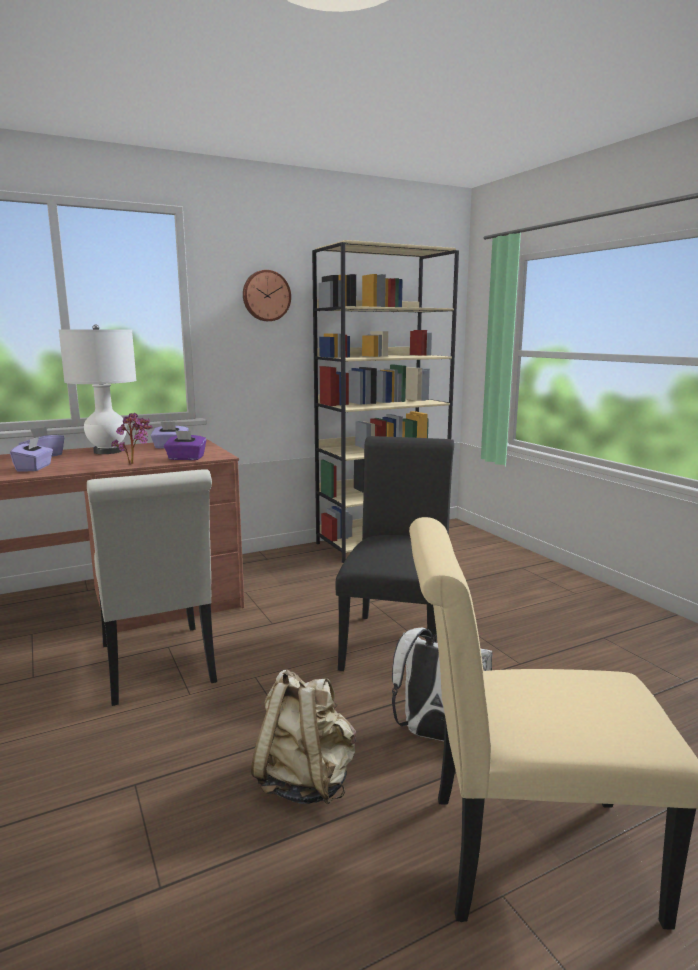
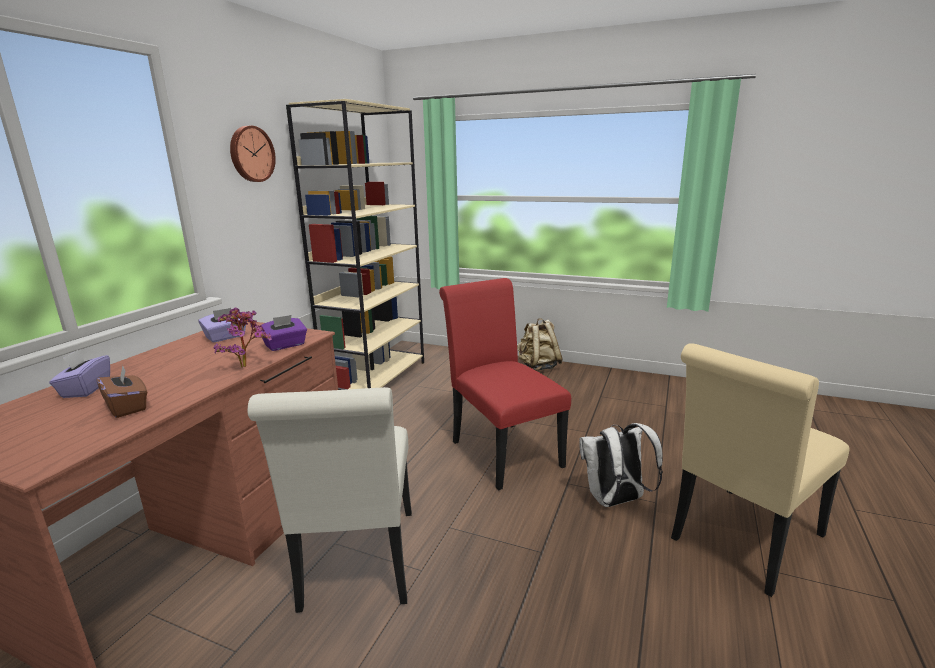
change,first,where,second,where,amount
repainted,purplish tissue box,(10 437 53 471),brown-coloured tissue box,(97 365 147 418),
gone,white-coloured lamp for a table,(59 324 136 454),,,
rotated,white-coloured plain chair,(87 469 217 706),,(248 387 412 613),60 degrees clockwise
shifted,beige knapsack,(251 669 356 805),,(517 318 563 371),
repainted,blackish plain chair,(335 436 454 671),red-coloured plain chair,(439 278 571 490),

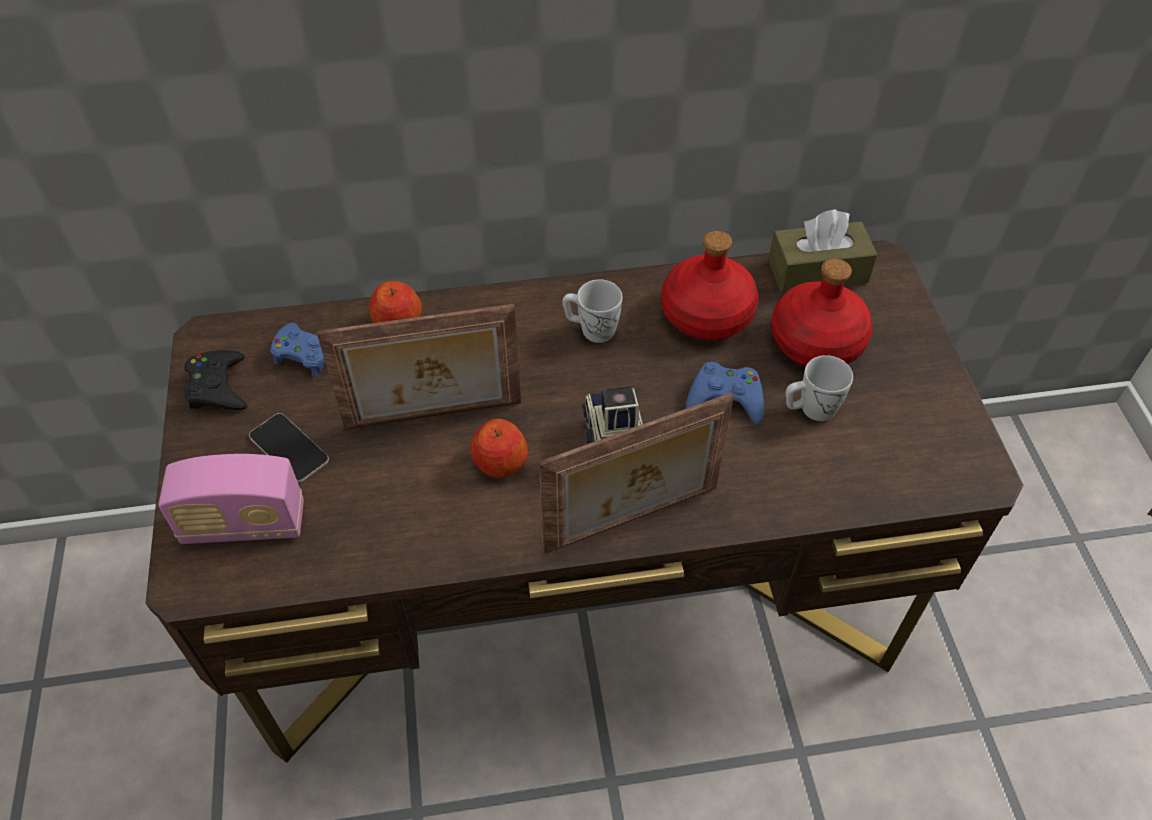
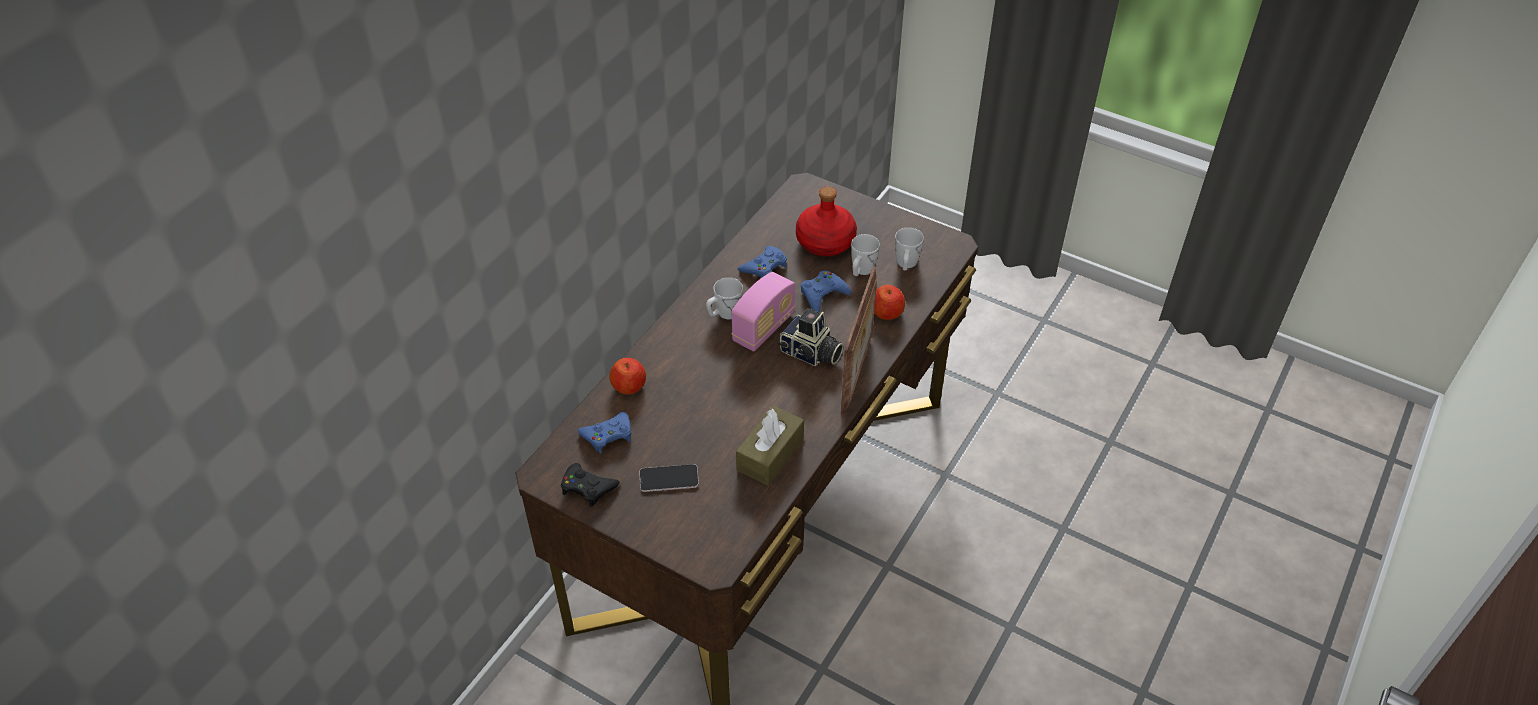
change,first,where,second,where,amount
shifted,radio,(158 454 304 544),,(732 272 795 352),
gone,photo frame,(317 304 521 430),,,
shifted,whole apple,(470 419 528 478),,(874 285 905 320),
swapped,red-coloured beverage bottle,(661 231 759 340),blue gamepad,(738 246 787 278),
shifted,brown-coloured tissue box,(768 209 878 293),,(736 405 804 486),
new,,,white-coloured mug,(895 227 924 271),

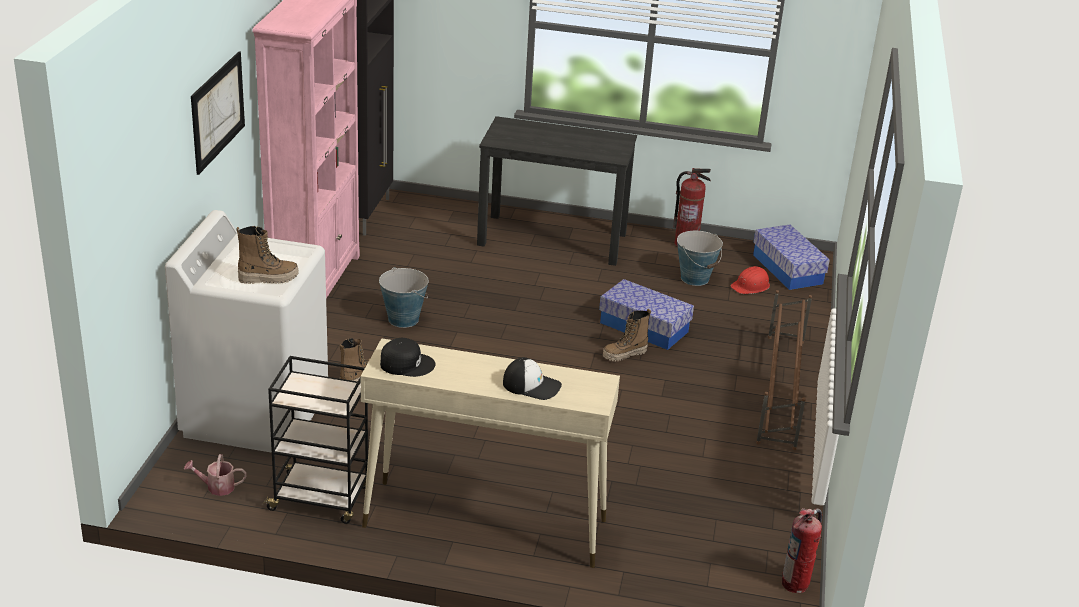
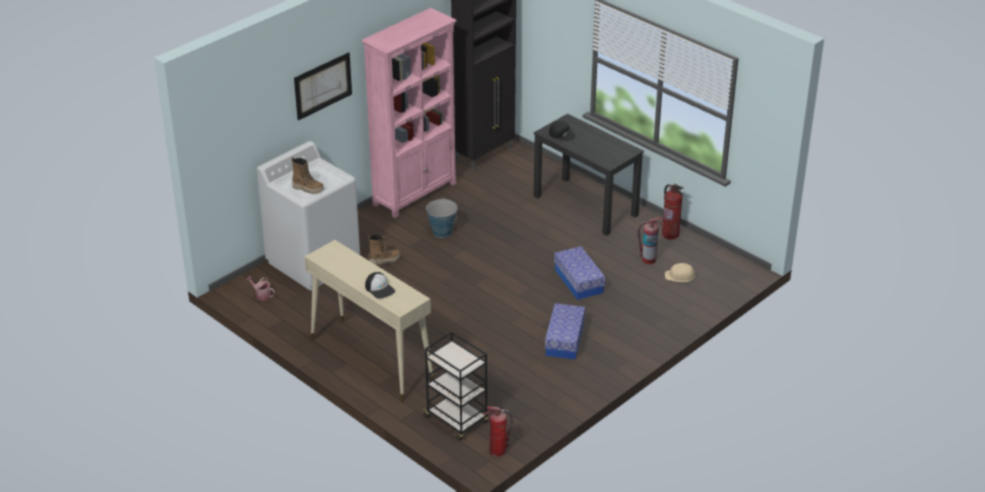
change,first,where,second,where,amount
shifted,blackish cart,(262 356 368 524),,(422 332 489 440),
shifted,blackish peaked cap,(380 338 436 377),,(549 121 575 141),
gone,boot,(603 309 651 361),,,
swapped,pail,(677 231 723 286),extinguisher,(638 217 664 264),
repainted,red-coloured safety helmet,(730 266 770 294),beige safety helmet,(665 263 697 282),
shifted,storage container,(753 224 830 290),,(545 303 585 359),
gone,brown-coloured shoe rack,(756 290 812 450),,,

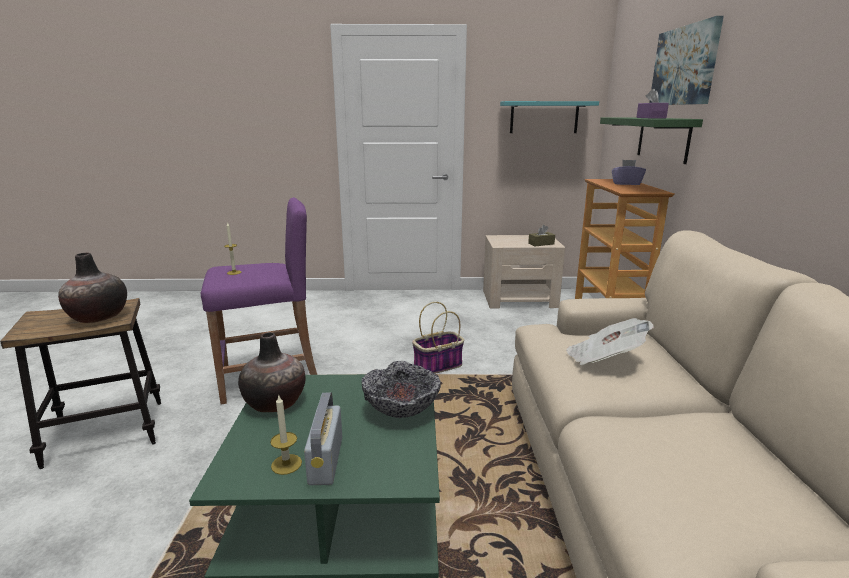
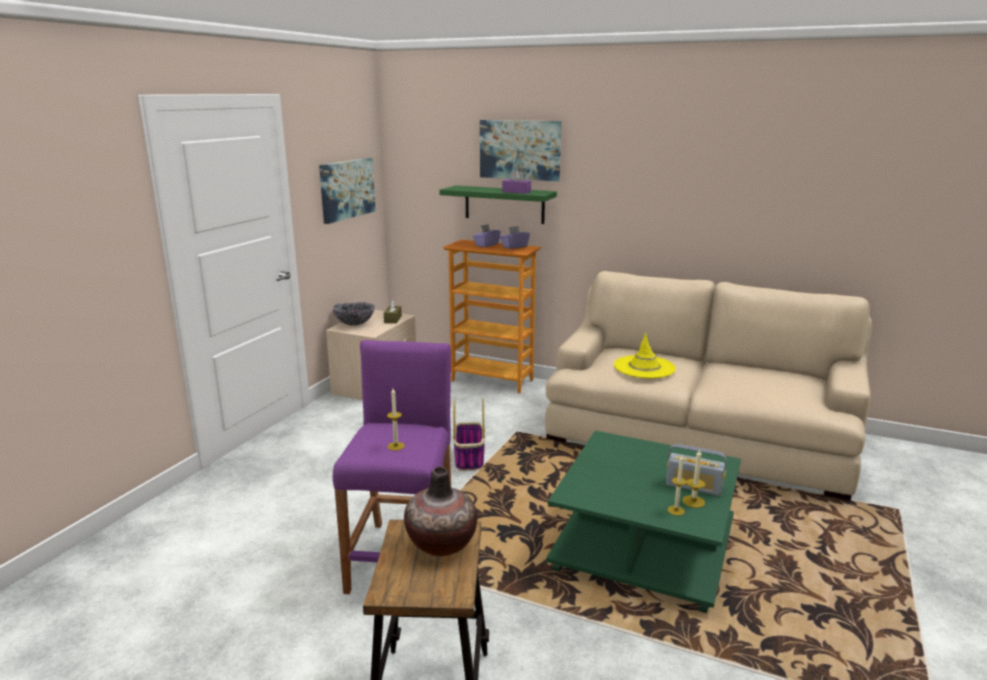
change,first,where,second,where,amount
gone,decorative vase,(238 332 305 412),,,
shifted,deep dish,(361 361 441 418),,(333 302 375 326),
swapped,turquoise bracket shelf,(500 101 599 133),wall picture,(319 158 376 224),
swapped,printed paper,(566 318 654 365),yellow hat,(614 333 676 378),
new,,,purplish tissue box,(500 226 530 249),
new,,,wax light,(667 455 687 516),

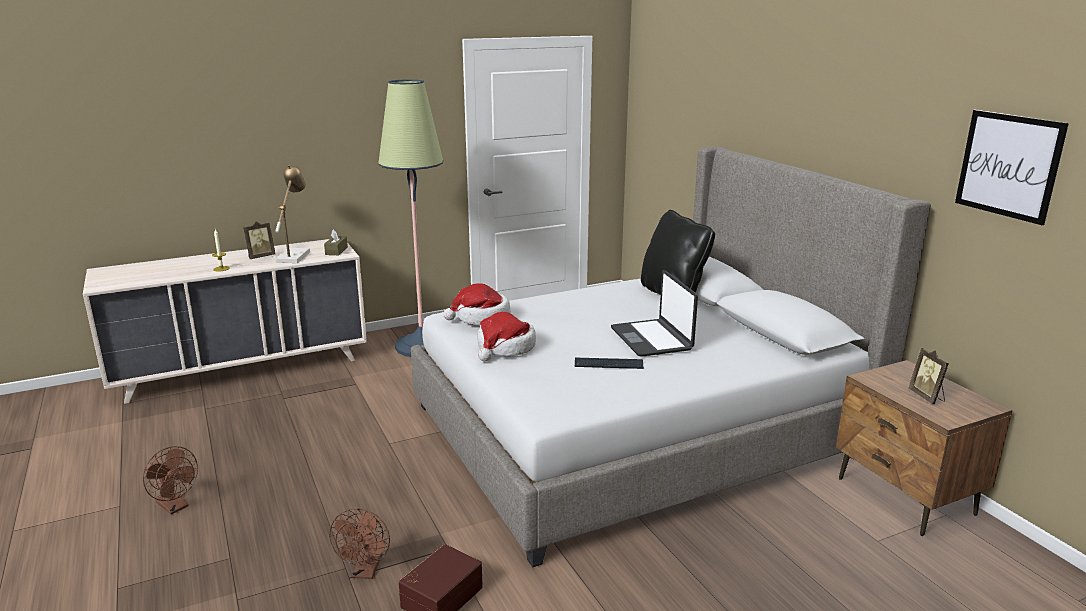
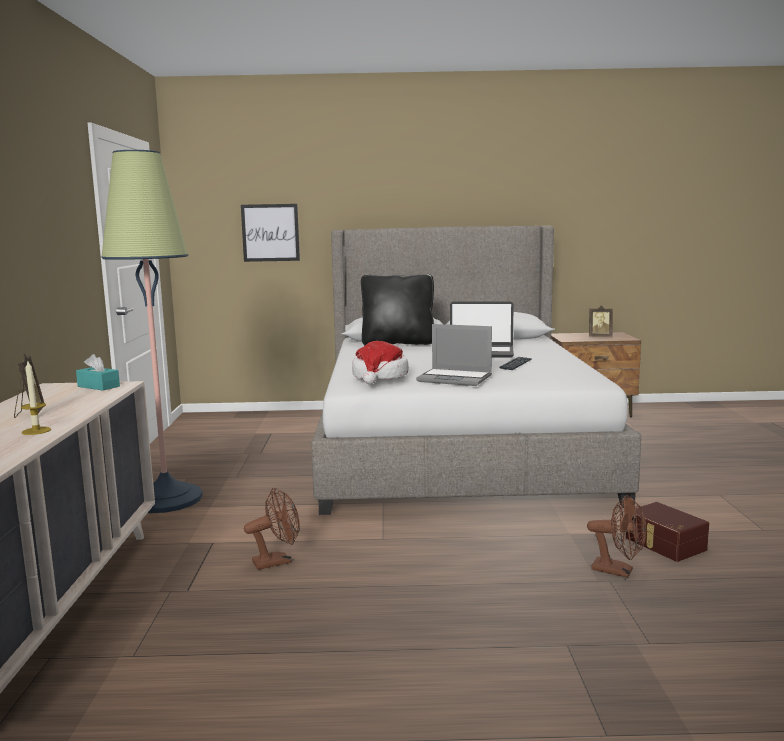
change,first,where,second,where,amount
shifted,brown-coloured fan,(143 446 198 514),,(244 488 300 570),
gone,lamp for a table,(275 165 310 263),,,
repainted,brown-coloured tissue box,(324 229 348 255),turquoise tissue box,(76 354 120 391),
swapped,hat,(477 312 536 361),portable computer,(416 324 492 386),
shifted,wall picture,(955 110 1069 225),,(241 204 300 262),

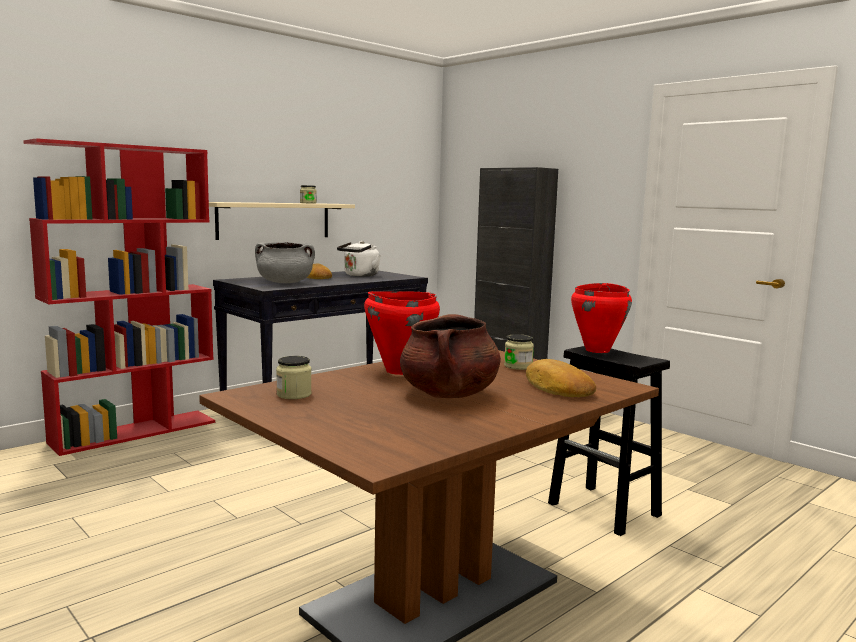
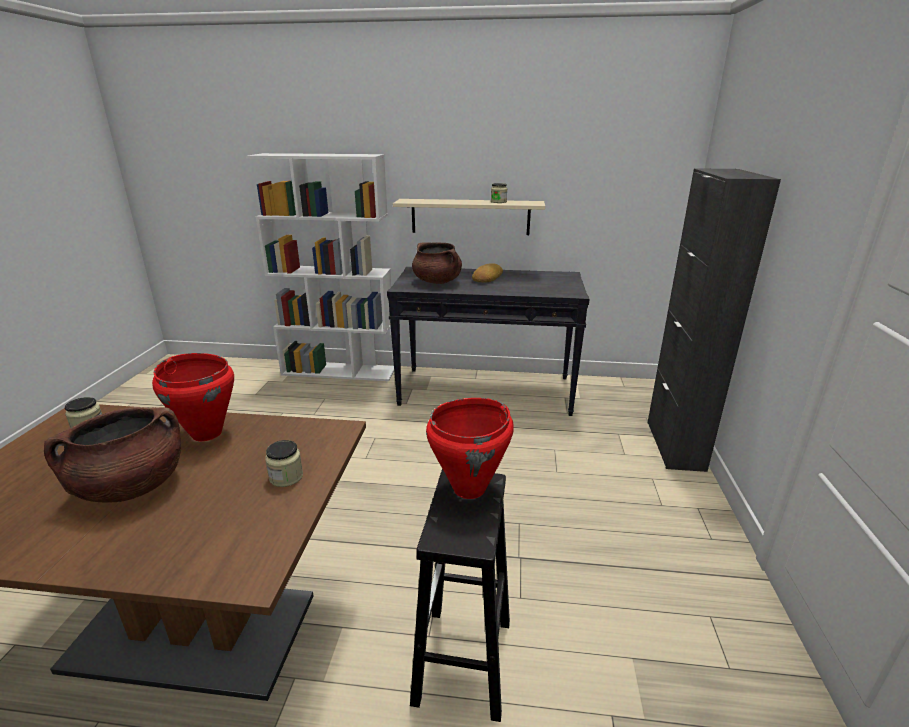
change,first,where,second,where,amount
repainted,red-coloured bookcase,(23 138 215 456),white-coloured bookcase,(246 153 394 381),
repainted,grey stockpot,(255 242 315 283),brown-coloured stockpot,(412 242 462 284),
gone,white-coloured kettle,(337 241 381 276),,,
gone,baked bread,(526 359 596 397),,,

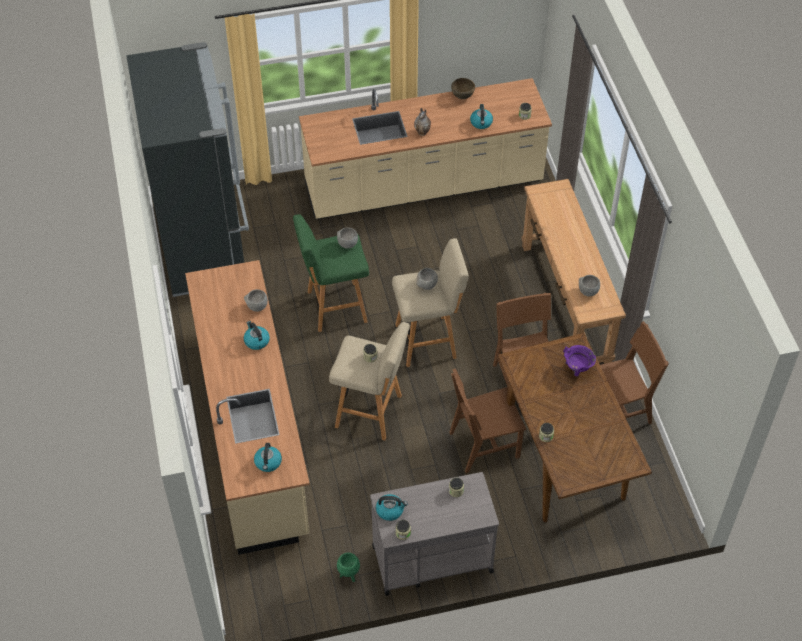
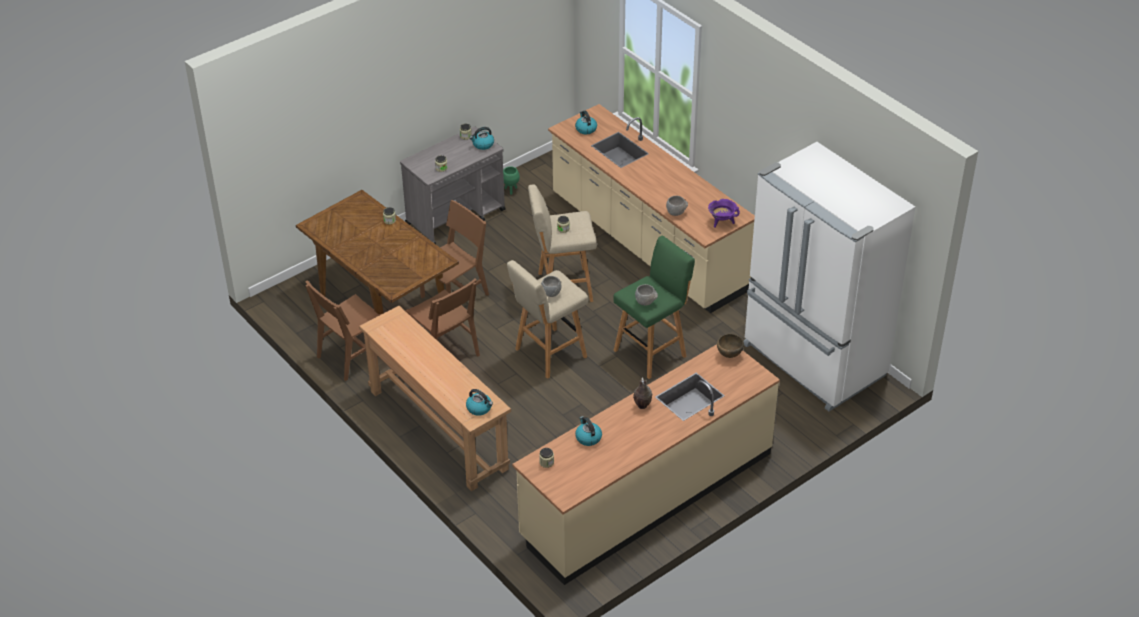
change,first,where,second,where,amount
repainted,blackish refrigerator,(126 42 249 297),white-coloured refrigerator,(744 142 915 411),
shifted,kettle,(244 321 270 350),,(466 389 493 416),
shifted,brown-coloured deep dish,(451 78 475 99),,(717 334 744 358),
shifted,purplish stockpot,(563 345 596 376),,(708 199 740 228),
gone,grey deep dish,(579 275 600 296),,,

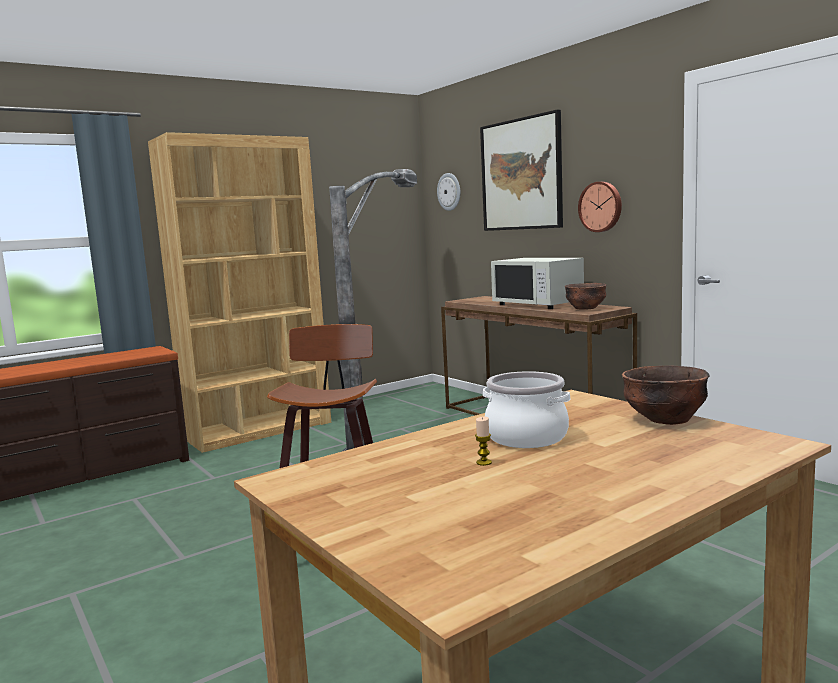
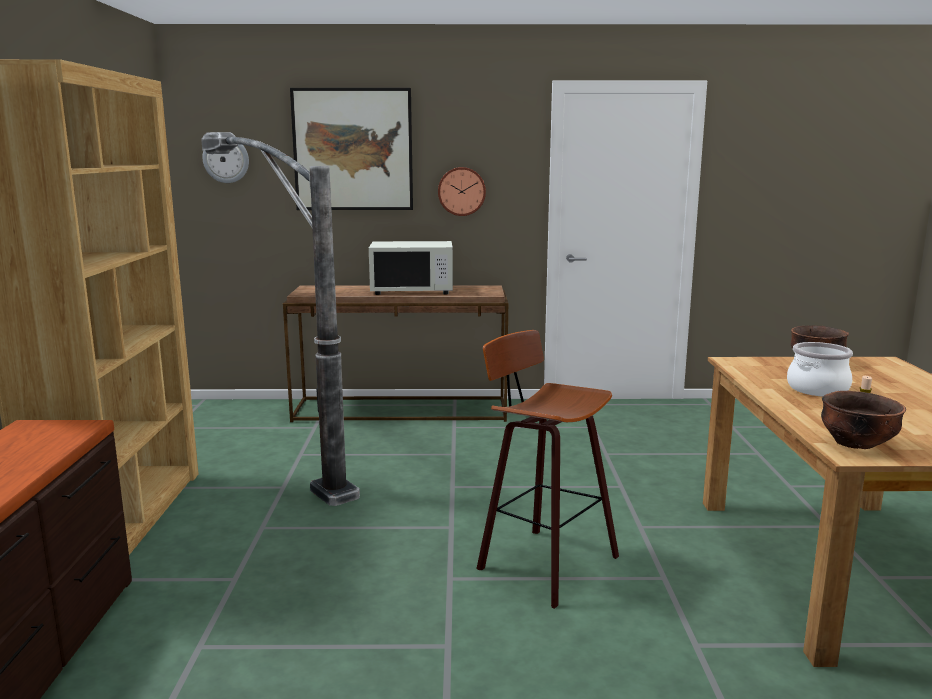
change,first,where,second,where,amount
shifted,brown-coloured deep dish,(565 283 607 310),,(821 391 906 449),

